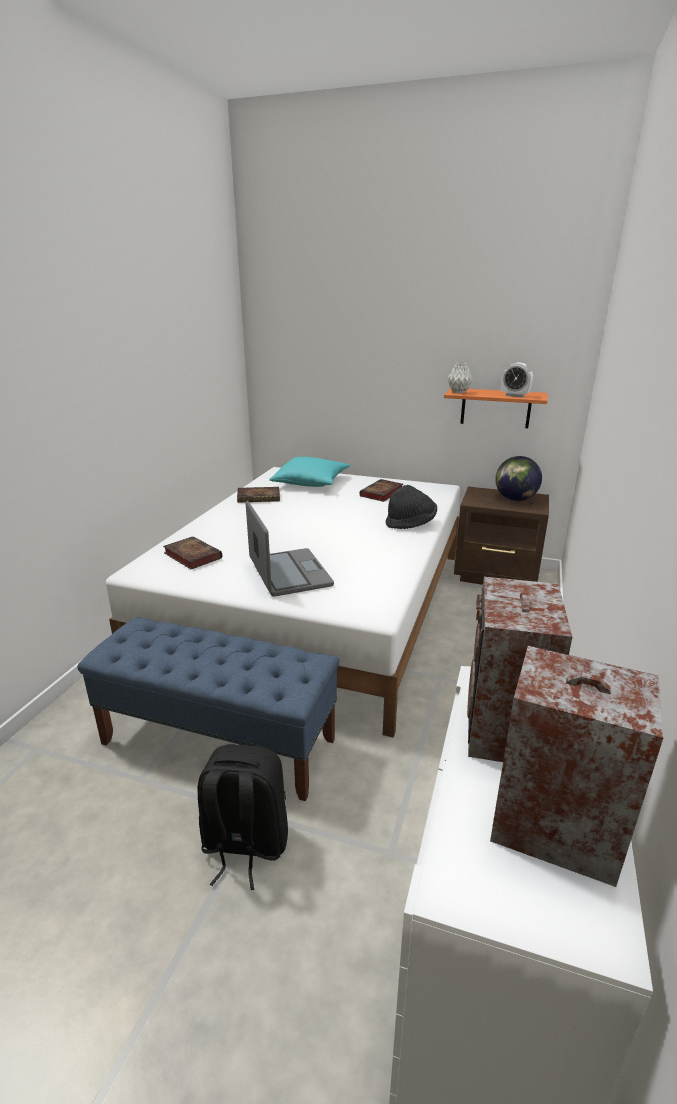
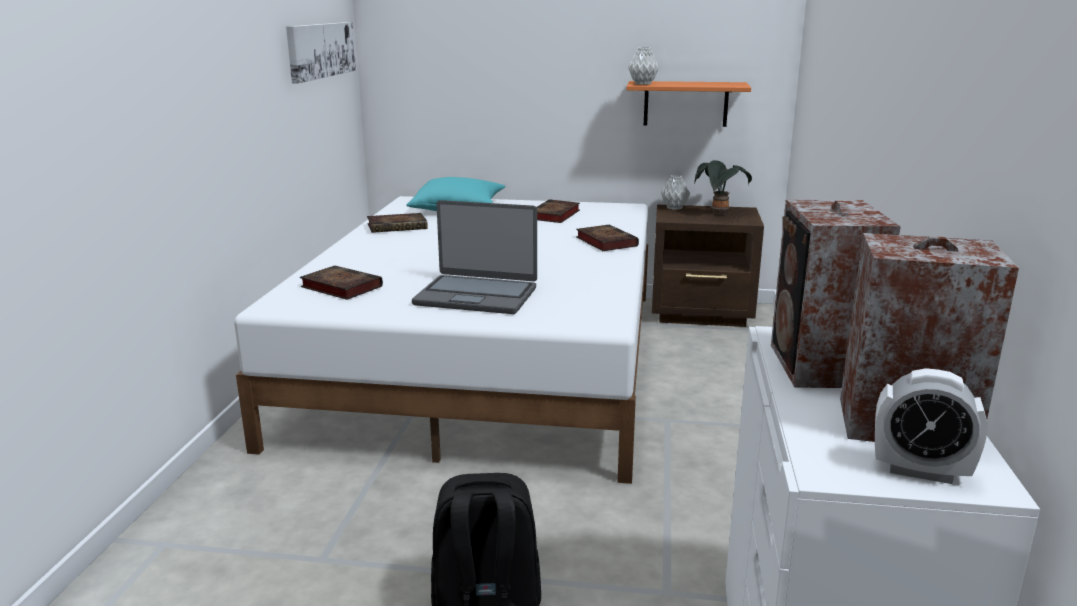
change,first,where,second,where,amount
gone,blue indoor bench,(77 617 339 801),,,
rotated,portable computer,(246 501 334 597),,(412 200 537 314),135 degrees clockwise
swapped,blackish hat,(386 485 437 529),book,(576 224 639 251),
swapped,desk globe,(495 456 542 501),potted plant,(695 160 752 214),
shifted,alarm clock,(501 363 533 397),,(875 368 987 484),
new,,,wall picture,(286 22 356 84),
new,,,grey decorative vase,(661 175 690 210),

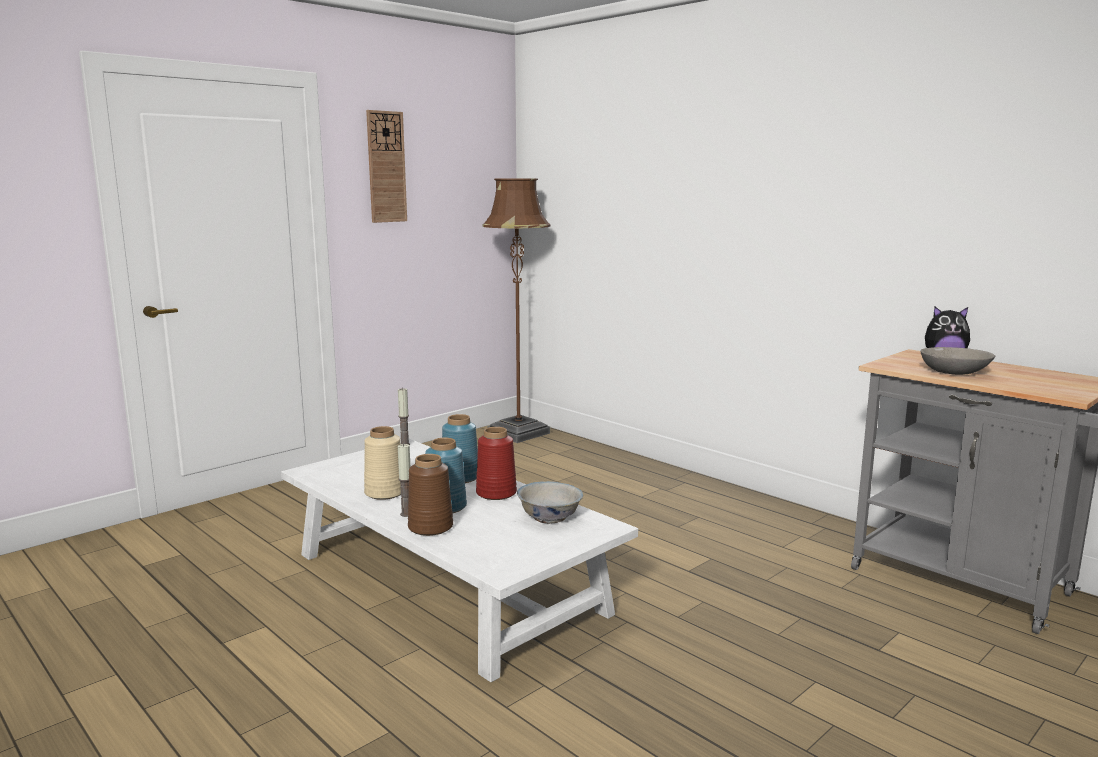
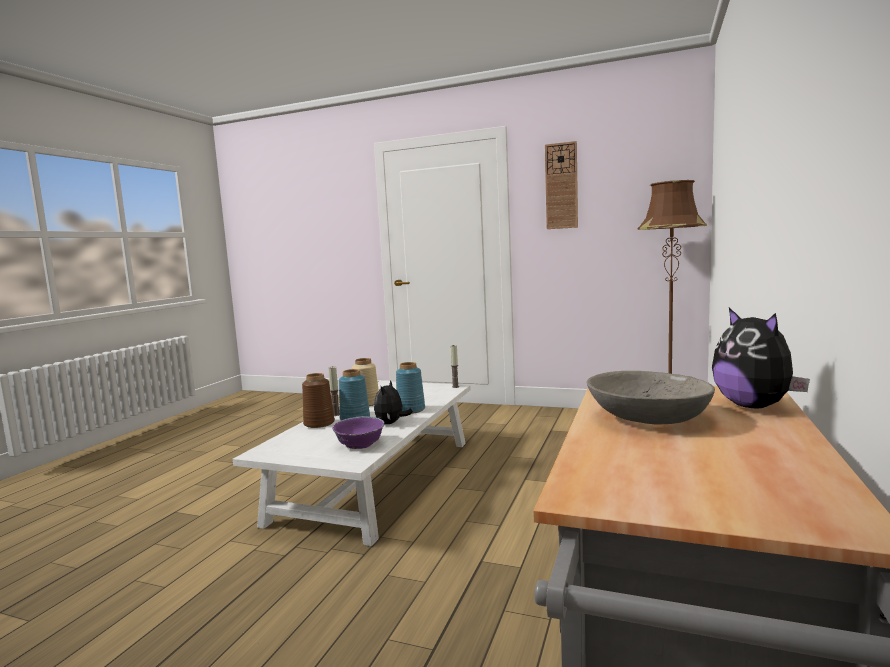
change,first,where,second,where,amount
swapped,red-coloured decorative vase,(476 427 517 500),soft toy,(374 380 413 424),
repainted,white-coloured deep dish,(517 481 583 524),purplish deep dish,(332 416 385 449),

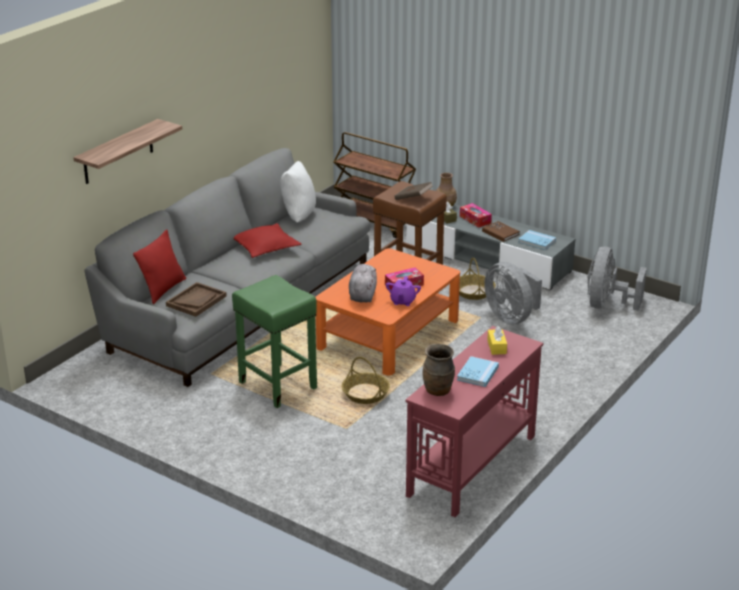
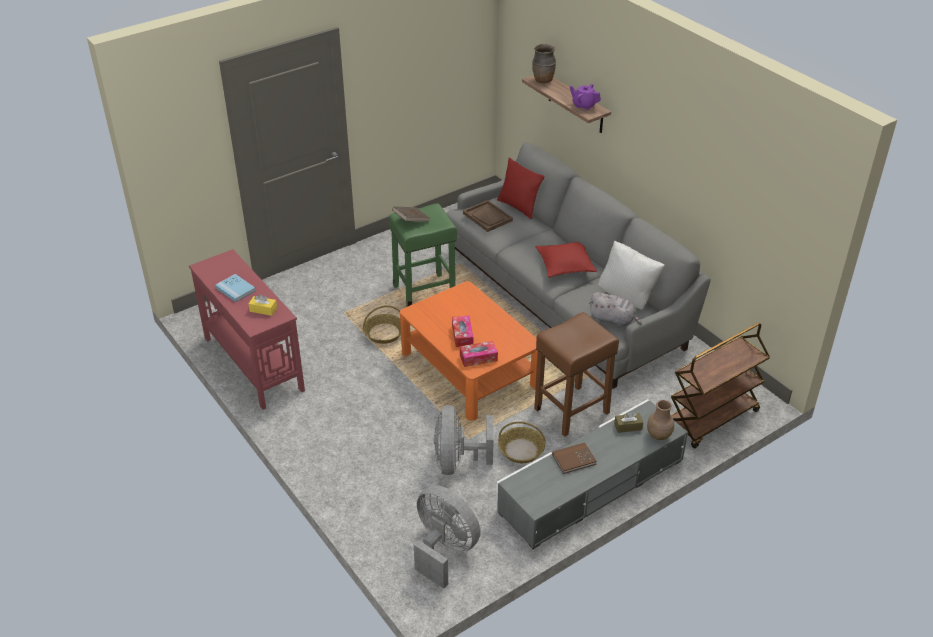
change,first,where,second,where,amount
shifted,grey soft toy,(349 264 377 302),,(589 292 642 327),
shifted,purplish tea pot,(386 276 421 306),,(570 84 601 110),
shifted,brown-coloured book,(394 182 433 200),,(392 206 430 222),
shifted,brown-coloured decorative vase,(423 344 455 396),,(532 44 556 83),
shifted,tissue box,(460 203 492 228),,(460 341 498 367),
rotated,grey fan,(484 262 542 324),,(434 405 494 475),75 degrees counterclockwise
gone,blue book,(518 230 556 250),,,

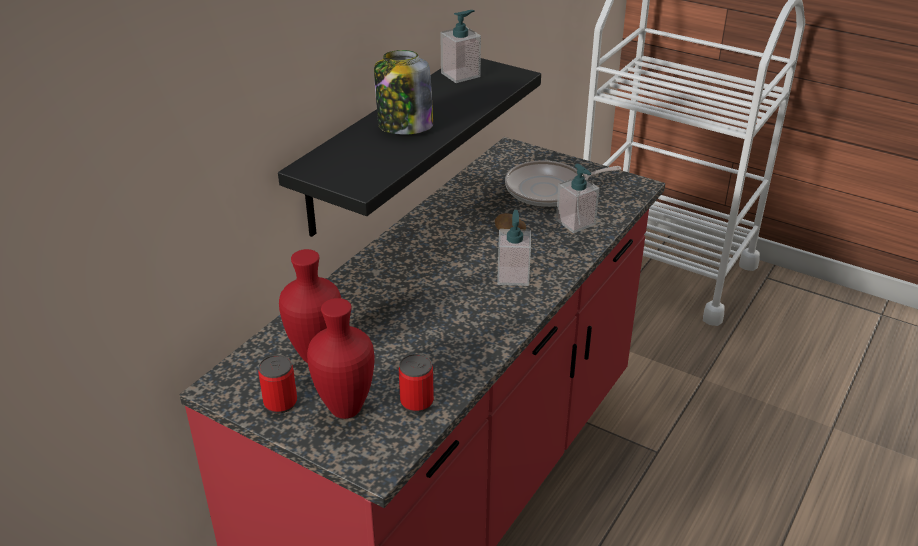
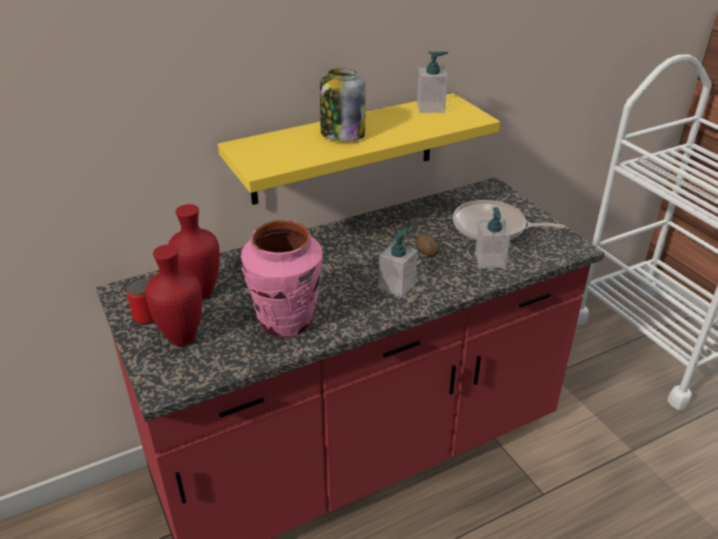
change,first,where,second,where,amount
repainted,blackish bracket shelf,(278 58 541 237),yellow bracket shelf,(218 93 500 205),
gone,sealed can,(399 354 434 412),,,
new,,,pink-coloured decorative vase,(241 220 323 337),

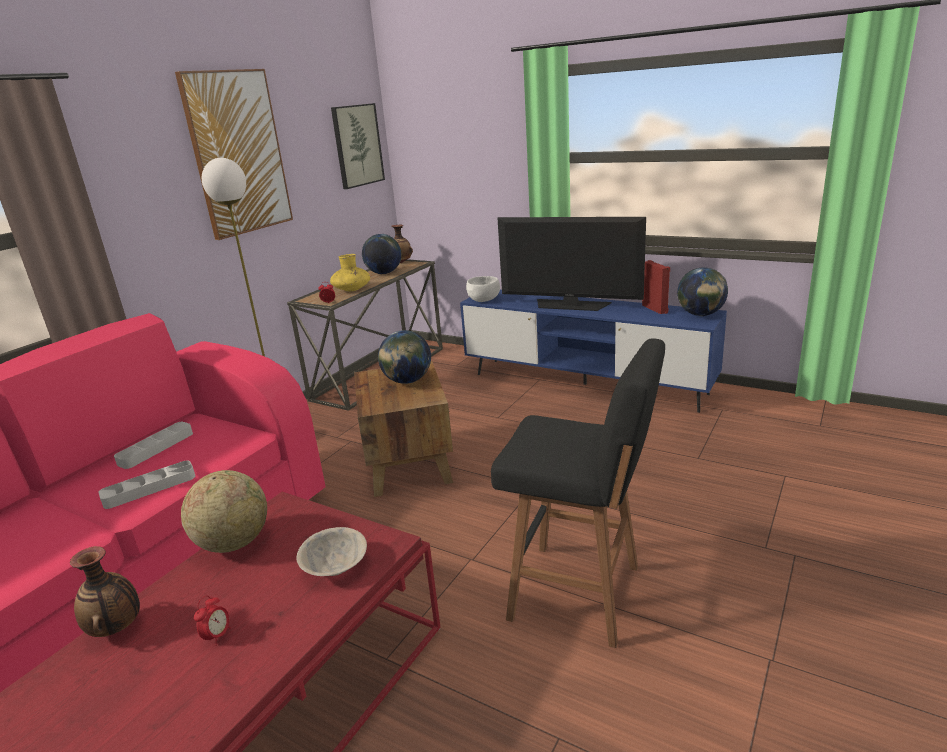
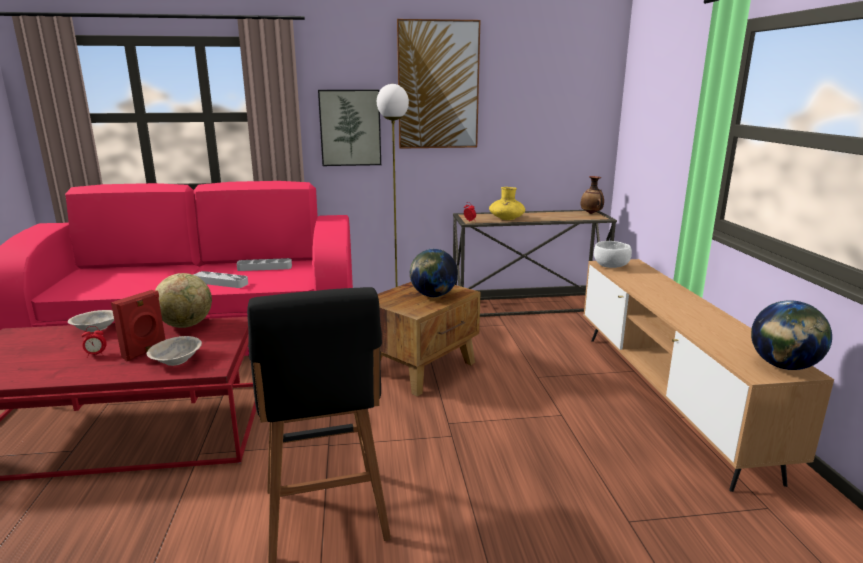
change,first,where,second,where,amount
swapped,decorative vase,(70 546 140 637),beige deep dish,(68 310 114 332),
shifted,wall picture,(331 103 385 189),,(318 90 381 166),
gone,desk globe,(362 234 402 274),,,
repainted,blue media console,(460 290 727 413),brown-coloured media console,(584 259 834 492),
gone,TV,(498 217 646 311),,,
shifted,red-coloured speaker,(642 260 670 314),,(111 290 165 361),

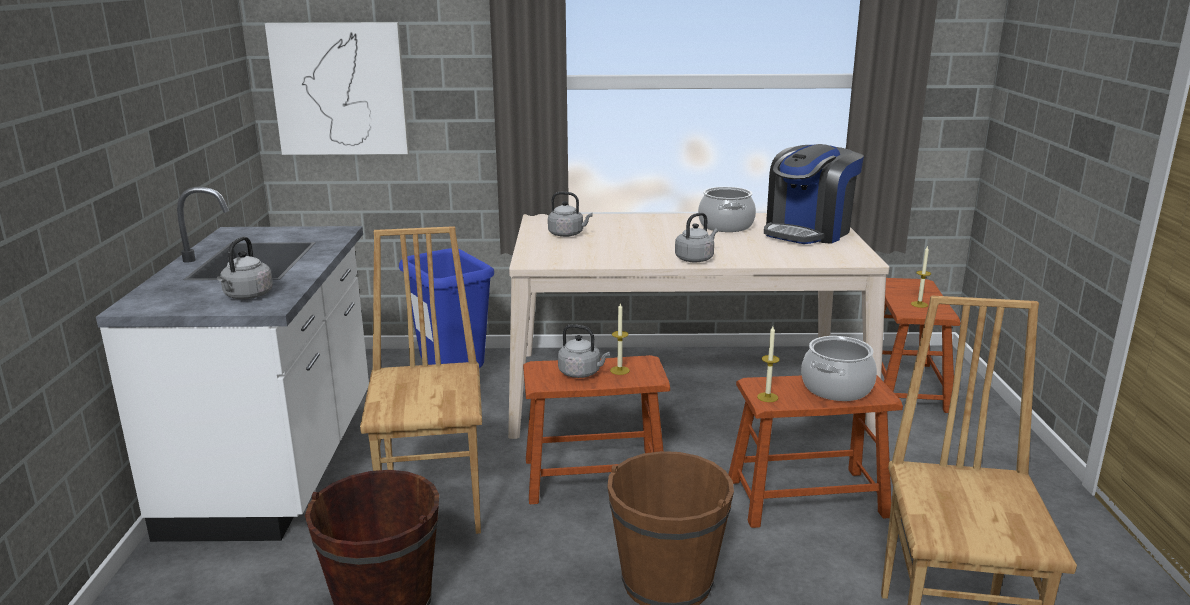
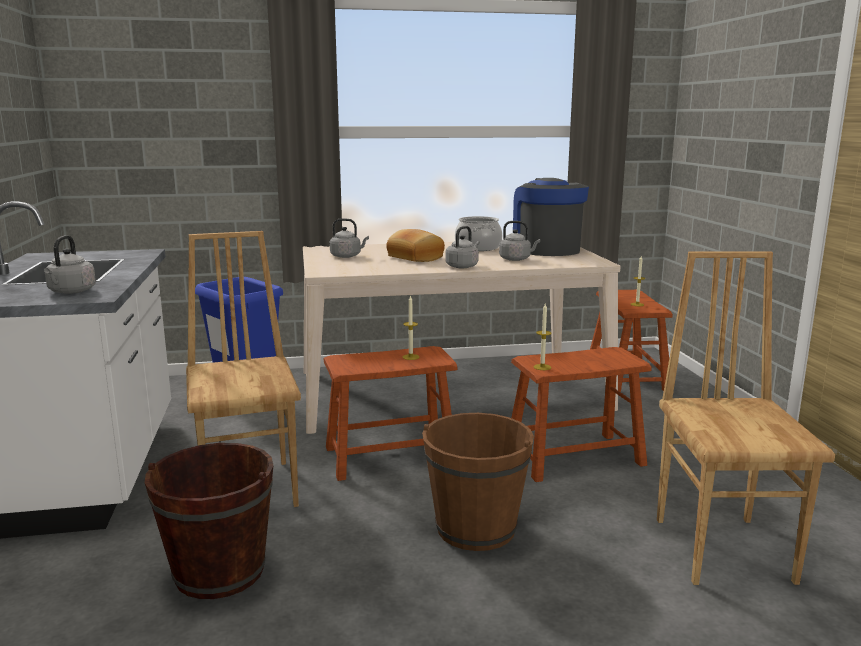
change,first,where,second,where,amount
gone,wall picture,(265 22 409 155),,,
shifted,grey kettle,(558 324 610 378),,(499 221 540 261),
rotated,coffee maker,(764 144 864 244),,(513 178 589 256),135 degrees clockwise
gone,stockpot,(801 336 877 401),,,
new,,,baked bread,(386 229 445 262),

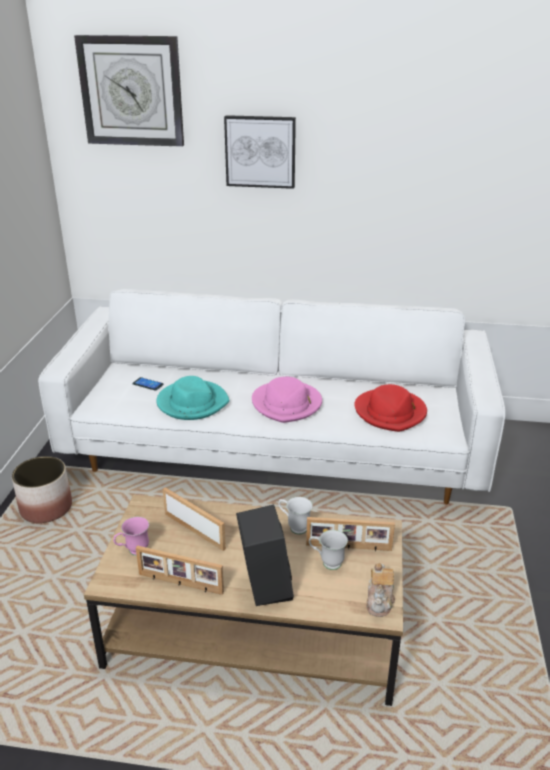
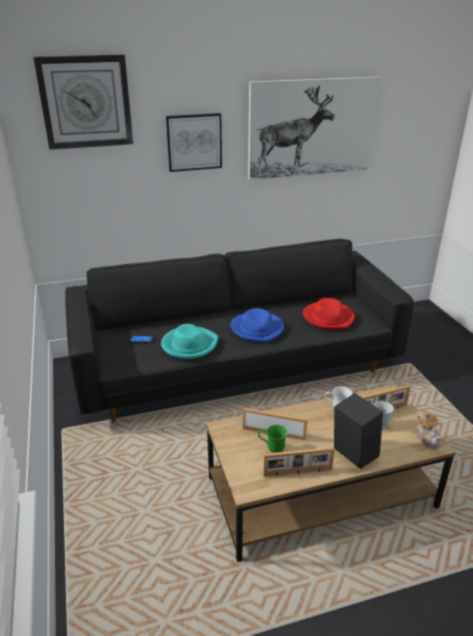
change,first,where,second,where,amount
gone,planter,(12 456 72 523),,,
repainted,white-coloured couch,(38 289 505 504),blackish couch,(65 239 414 422),
gone,pink-coloured mug,(113 517 149 556),,,
repainted,pink-coloured hat,(252 377 322 423),blue hat,(231 308 284 343),
new,,,wall picture,(248 77 380 180),
new,,,greenish mug,(258 424 288 453),

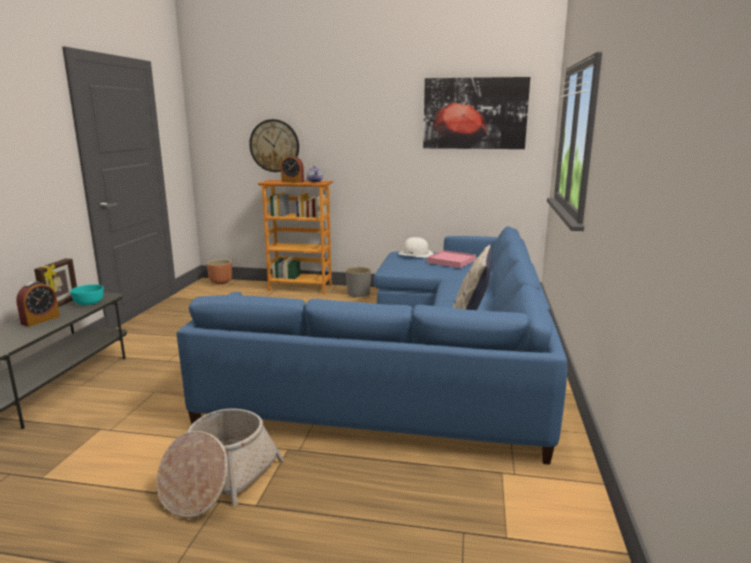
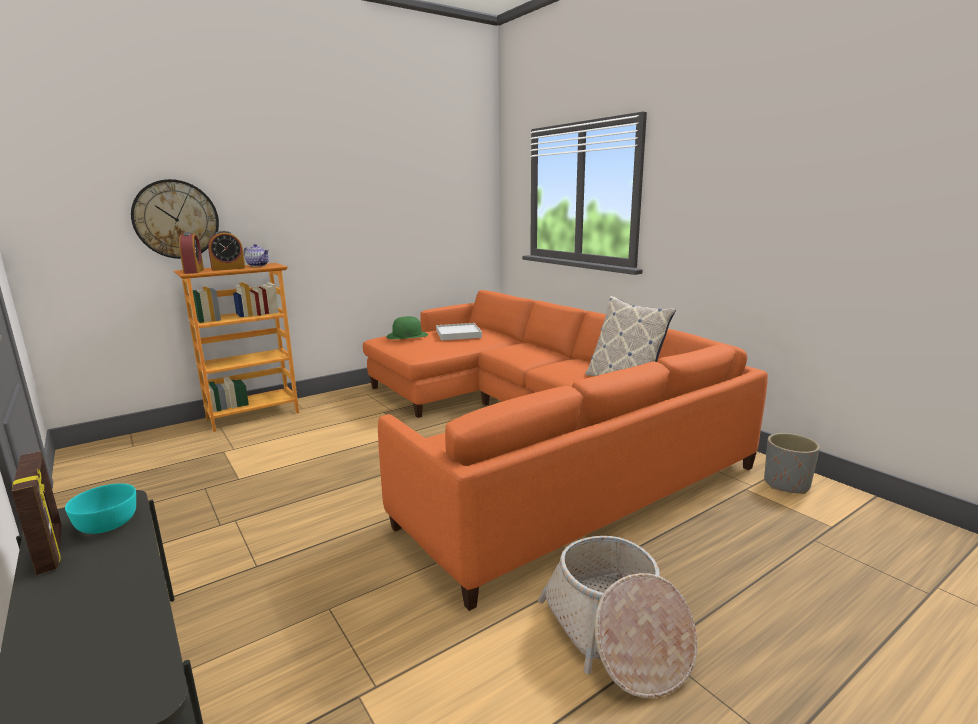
change,first,where,second,where,amount
shifted,alarm clock,(16 281 60 327),,(179 232 204 274),
repainted,blue couch,(177 226 567 465),orange-coloured couch,(363 290 768 611),
gone,brown-coloured planter,(207 259 232 284),,,
shifted,grey planter,(346 267 371 298),,(764 433 820 494),
repainted,white-coloured hat,(398 237 434 257),greenish hat,(386 316 428 339),
gone,wall picture,(423 77 530 149),,,
repainted,pink-coloured serving tray,(427 250 476 268),white-coloured serving tray,(436 323 482 340),

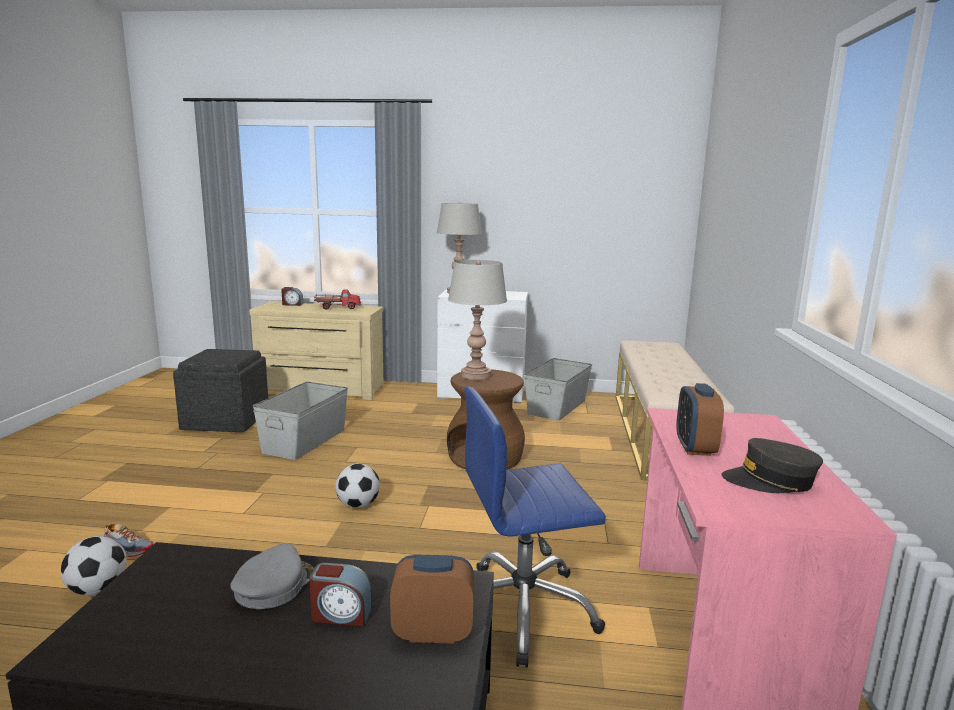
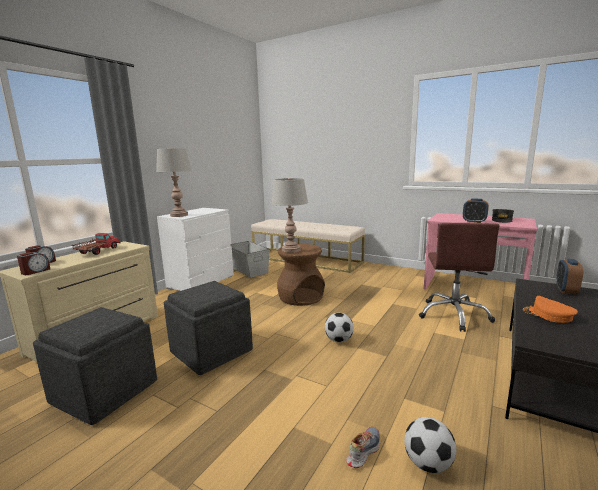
change,first,where,second,where,amount
repainted,grey peaked cap,(230 543 314 609),orange-coloured peaked cap,(523 296 578 323),
swapped,grey storage container,(253 382 348 460),grey footrest,(164 281 253 375),
shifted,alarm clock,(309 563 372 627),,(17 252 50 275),
repainted,blue desk chair,(464 387 606 667),brown-coloured desk chair,(419 223 500 332),

